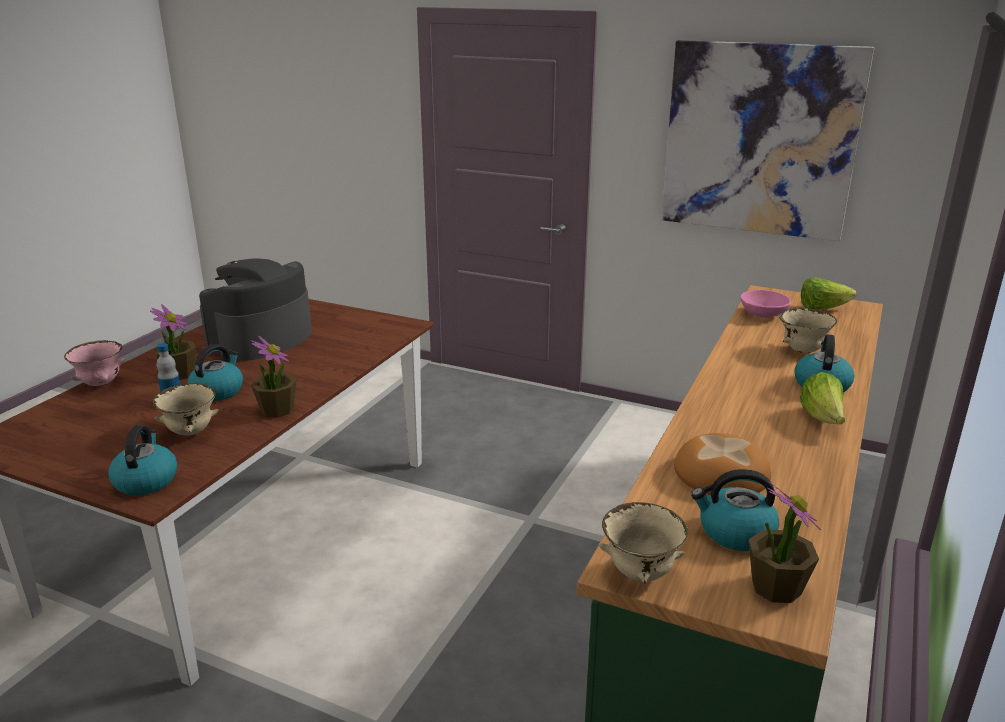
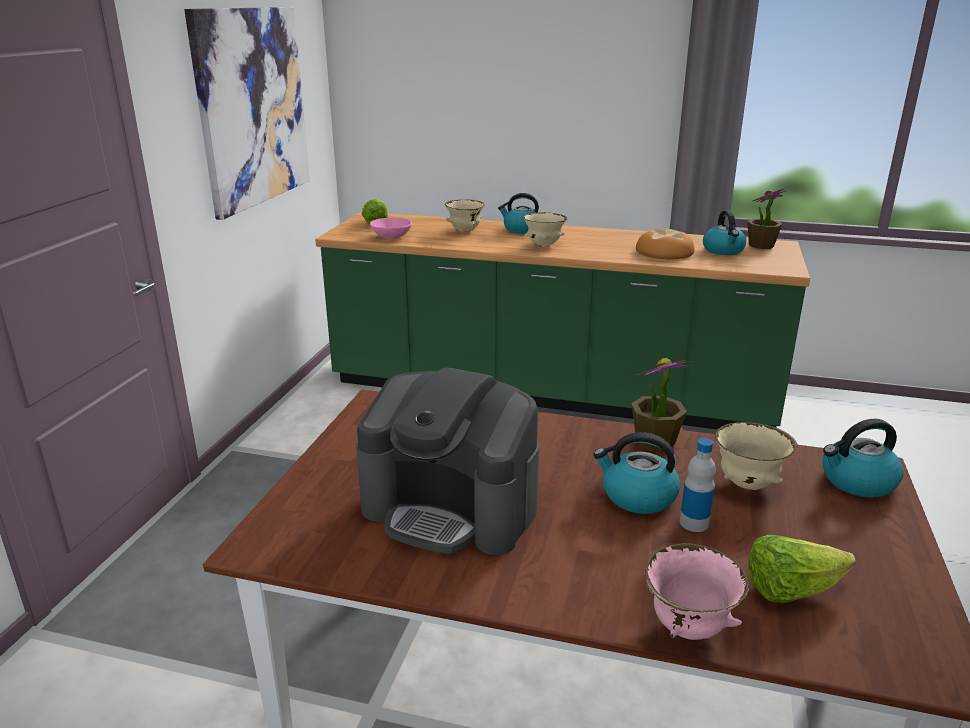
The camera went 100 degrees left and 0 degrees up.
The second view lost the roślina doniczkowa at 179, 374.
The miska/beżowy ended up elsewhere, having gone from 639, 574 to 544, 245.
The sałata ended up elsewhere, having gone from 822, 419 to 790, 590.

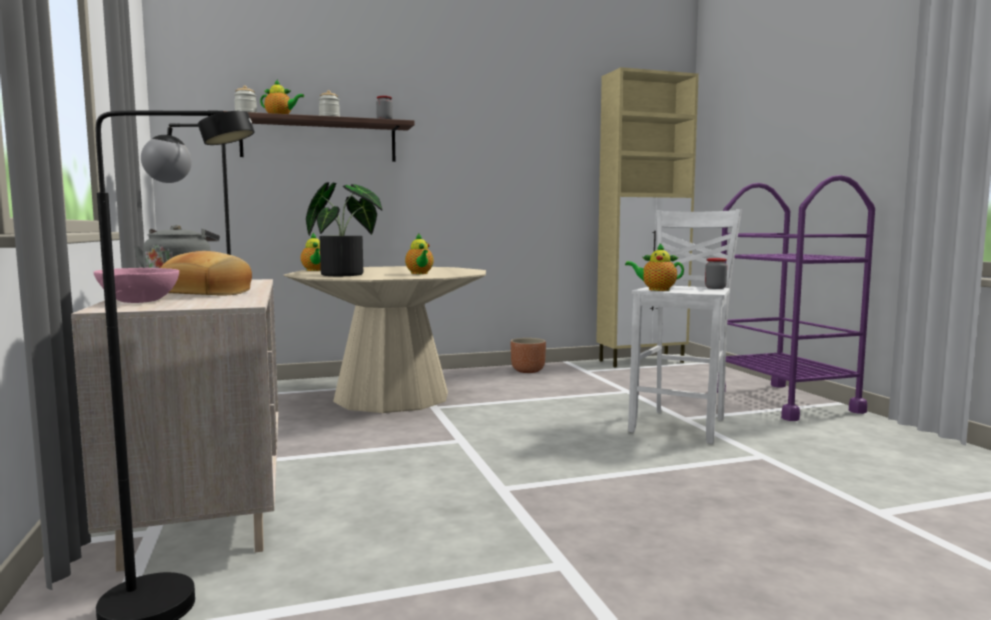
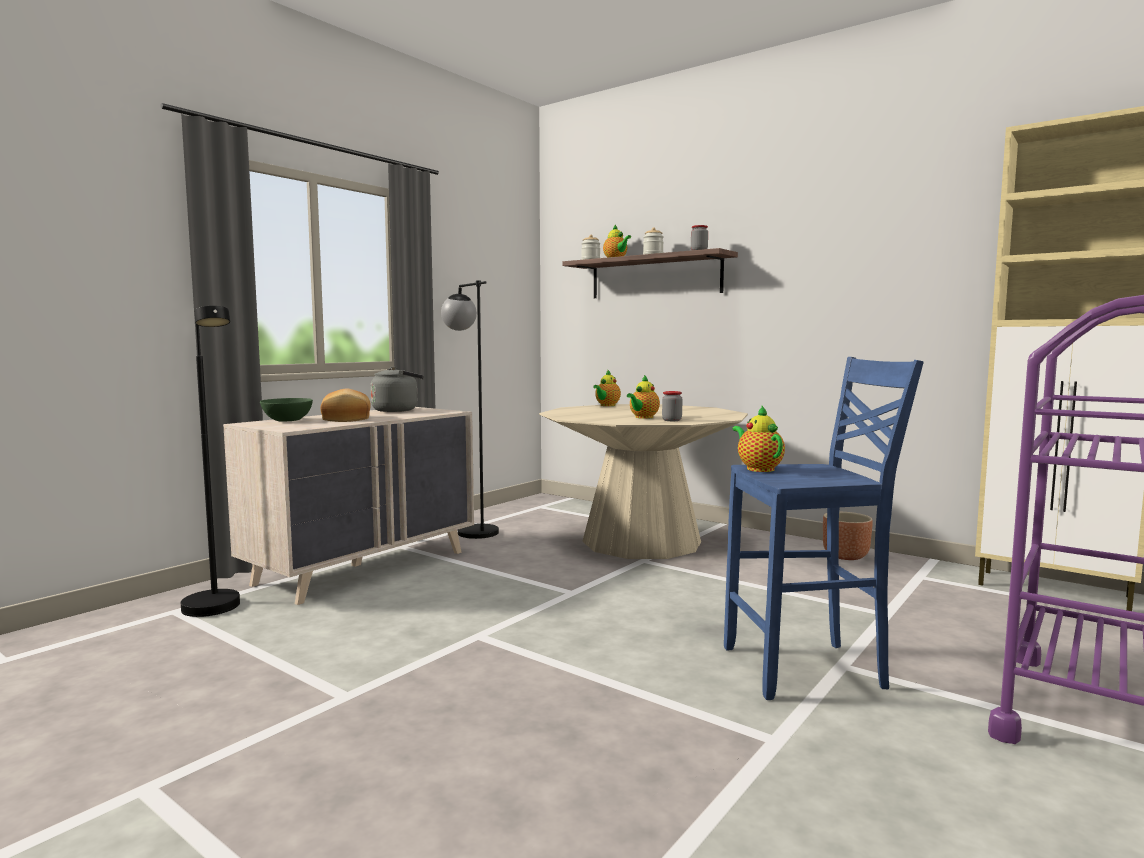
The camera went 55 degrees right and 0 degrees up.
What was the miska/różowy at 139, 301 turned into the miska/zielony at 287, 420.
The second view lost the roślina doniczkowa at 347, 274.
What was the stołek/biały at 681, 425 turned into the stołek/niebieski at 807, 669.
The słoik ended up elsewhere, having gone from 715, 288 to 671, 420.

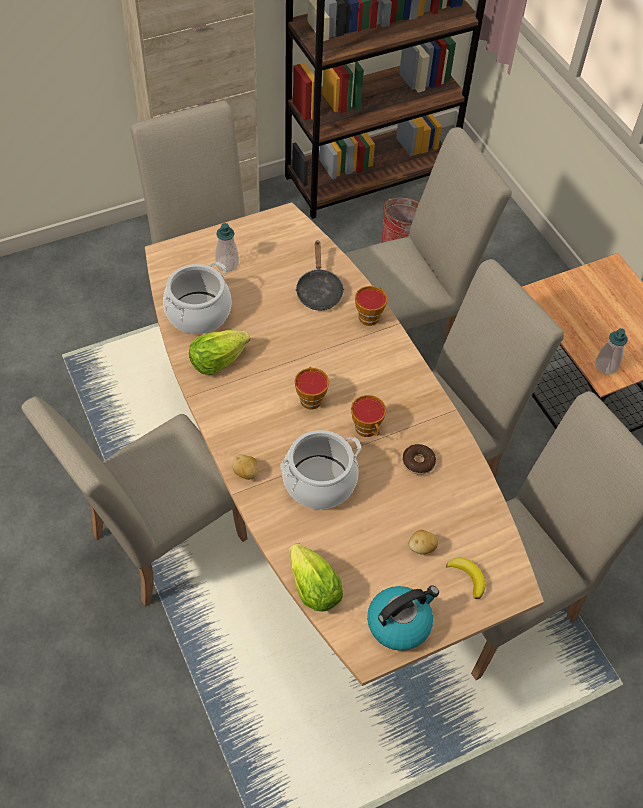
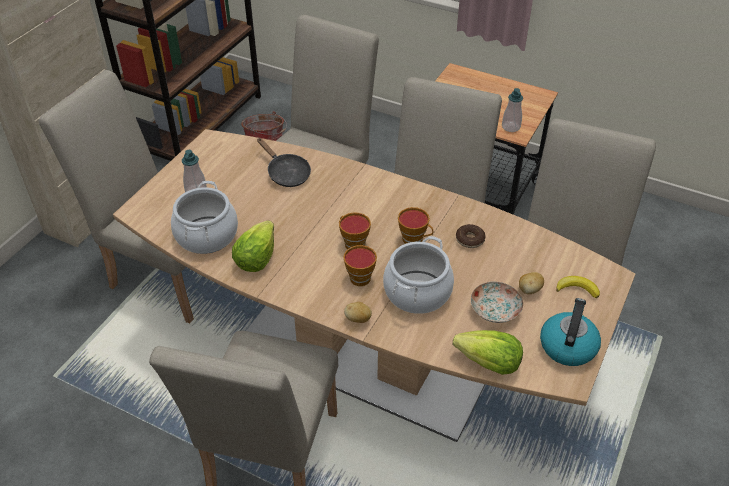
The camera went 35 degrees left and 10 degrees down.
The filiżanka ended up elsewhere, having gone from 370, 315 to 359, 276.
The second view gained the talerz at 495, 310.

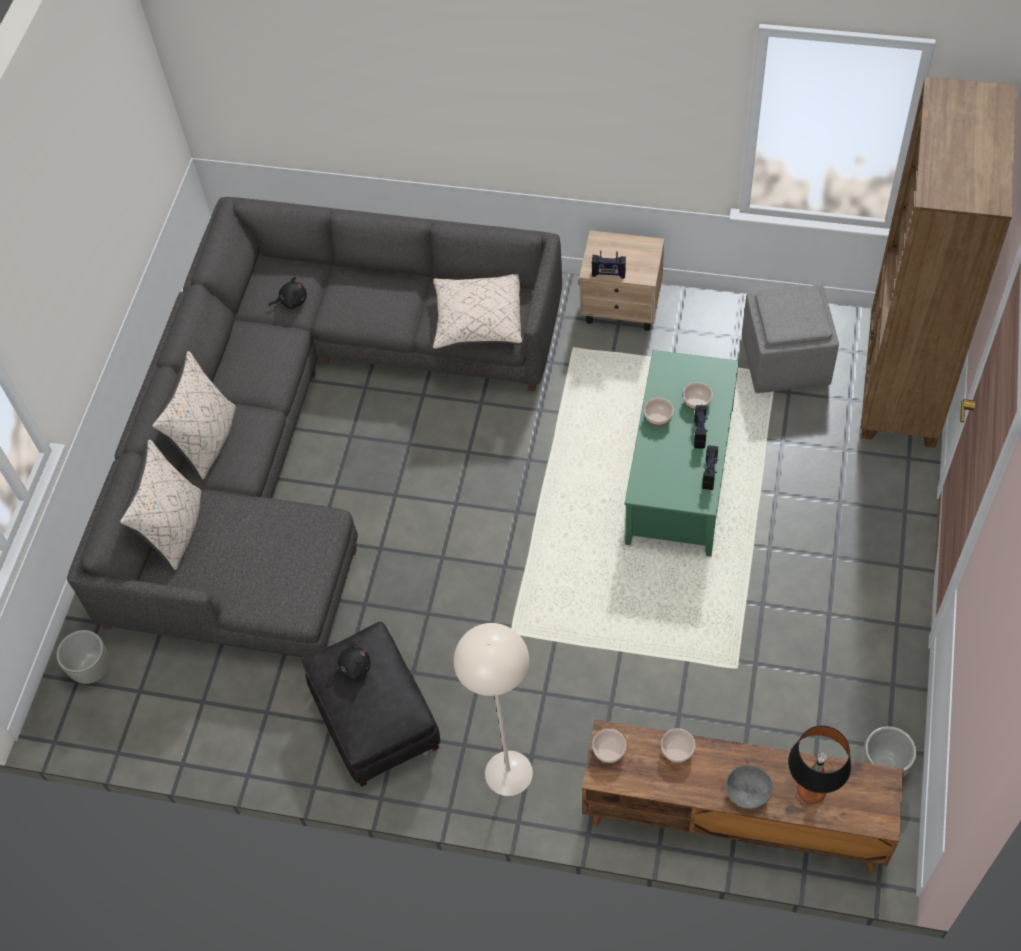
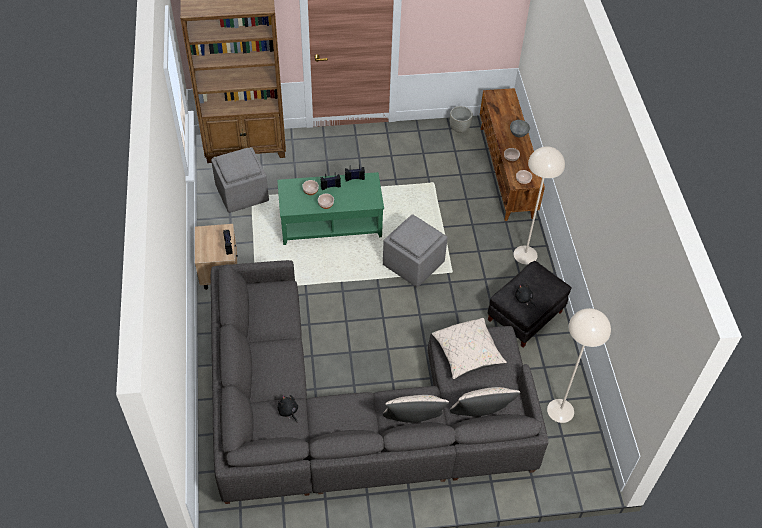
The camera went 115 degrees left and 5 degrees down.
The second view lost the donica/szary at 92, 669.
The poduszka/beżowy ended up elsewhere, having gone from 478, 322 to 467, 354.
The second view lost the lampa stołowa at 810, 790.
The second view gained the pufa/szary at 414, 263.
The second view gained the lampa stojąca/beżowy at 560, 411.

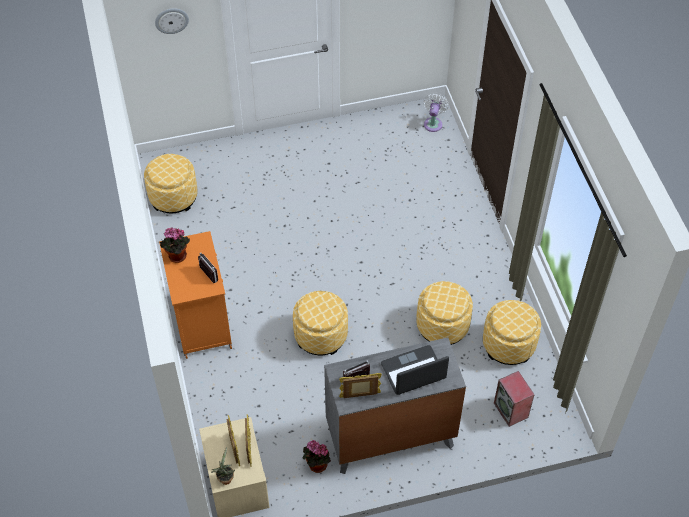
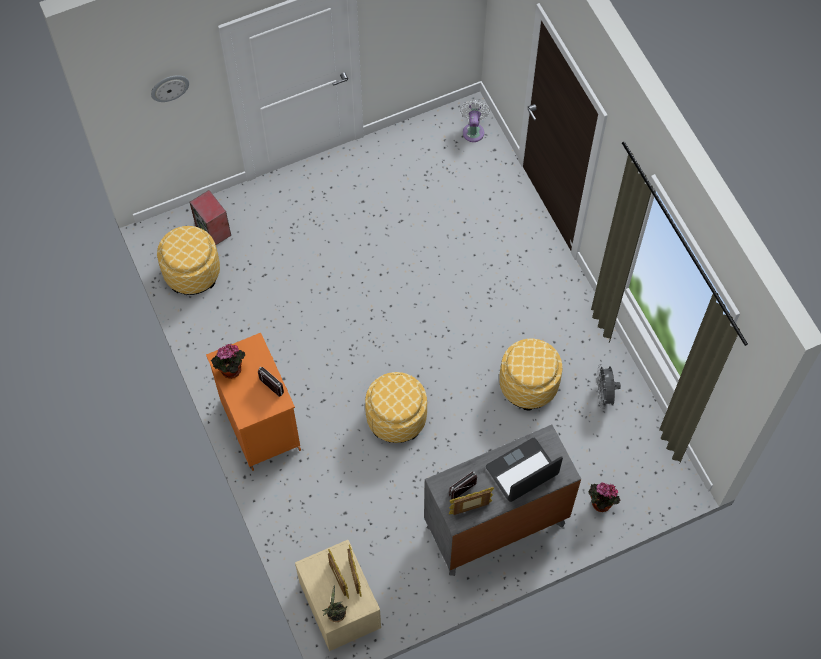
The camera went 10 degrees left and 10 degrees up.
The roślina doniczkowa ended up elsewhere, having gone from 316, 465 to 600, 504.
Where the pufa stood at 508, 344, the wentylator/szary came to stand at 604, 395.
The głośnik ended up elsewhere, having gone from 511, 410 to 214, 231.

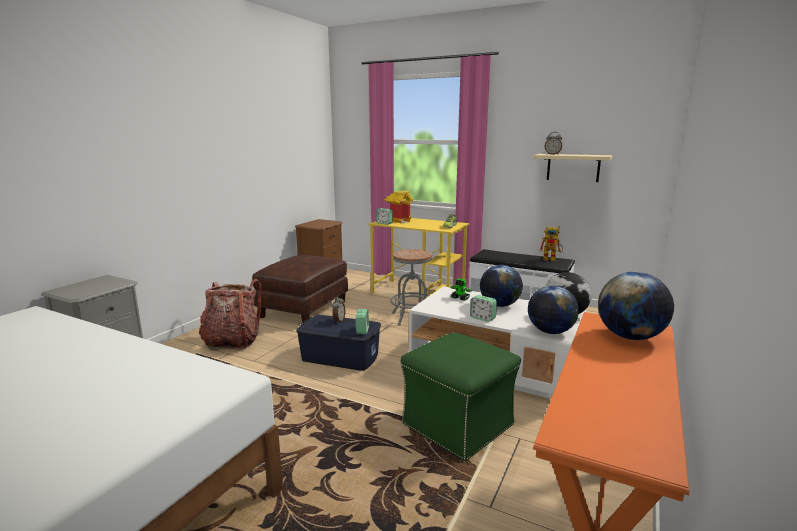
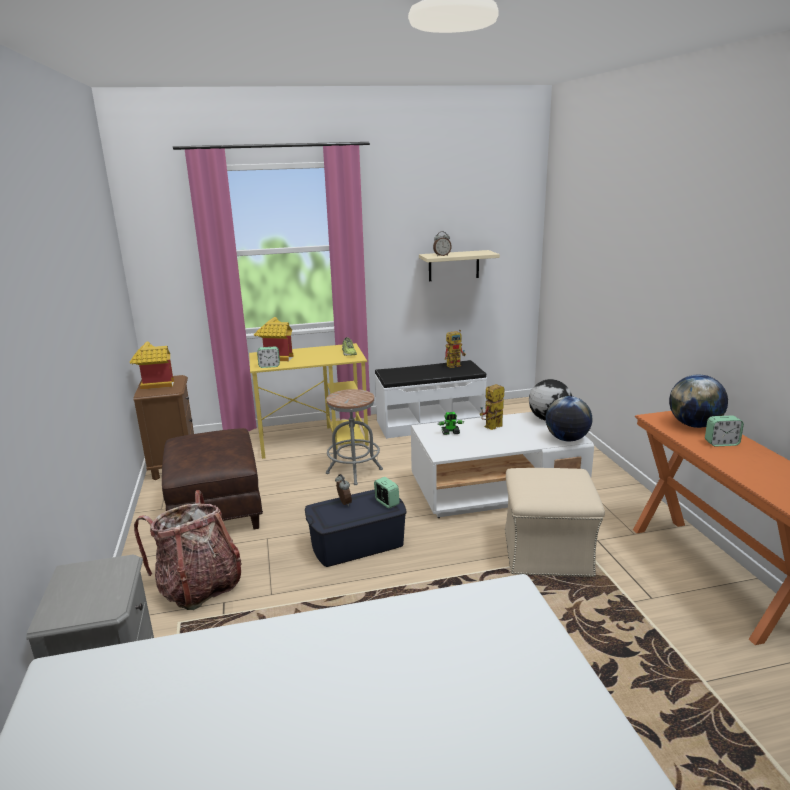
The camera went 40 degrees left and 5 degrees up.
What was the pufa/zielony at 458, 425 turned into the pufa/beżowy at 548, 552.
The budzik ended up elsewhere, having gone from 482, 318 to 721, 443.
Where the globus stood at 499, 305, the robot zabawkowy came to stand at 491, 428.
The second view gained the domek at 153, 384.

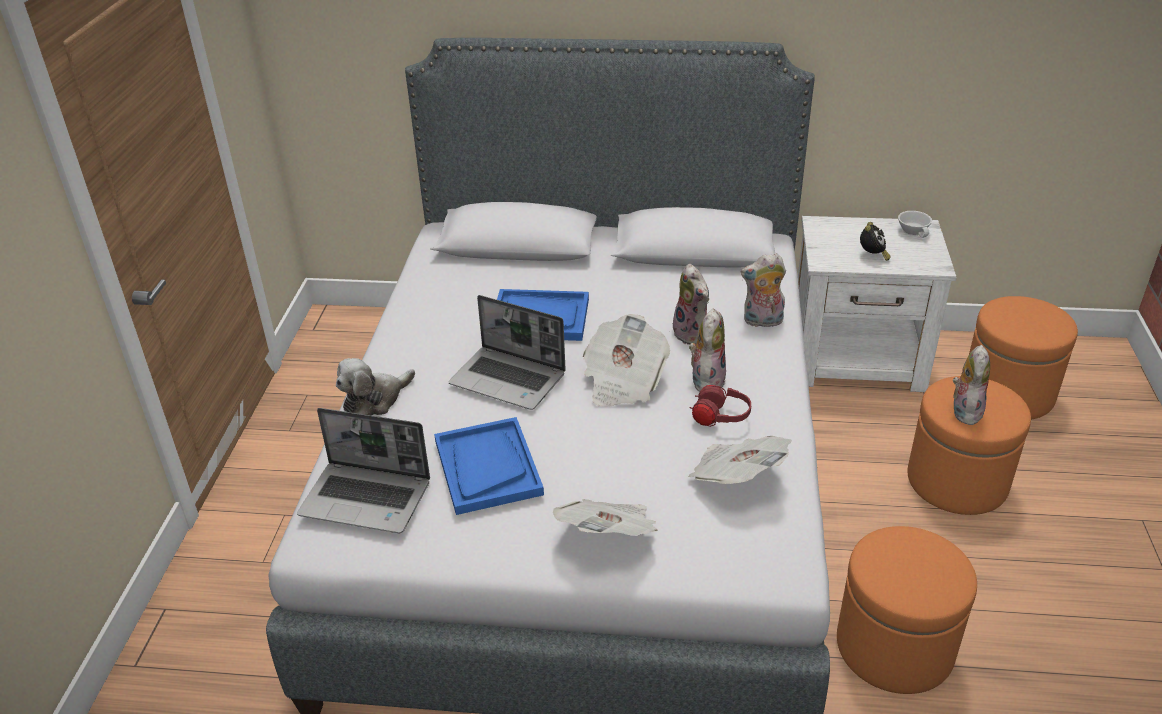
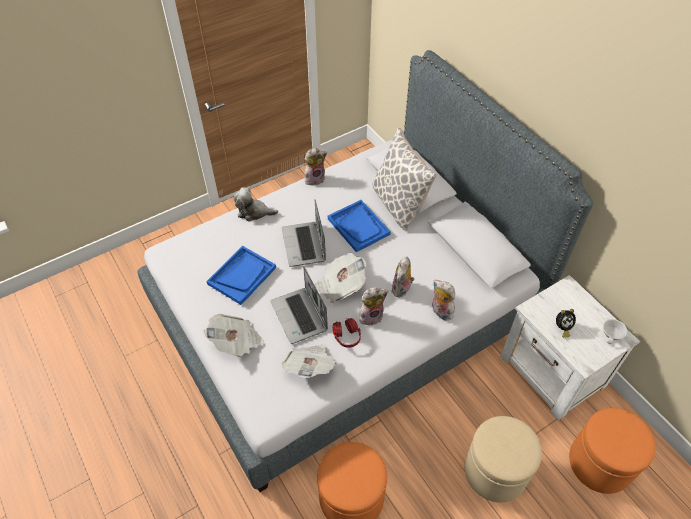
The camera went 50 degrees right and 15 degrees up.
The laptop ended up elsewhere, having gone from 367, 498 to 300, 316.
What was the pufa/pomarańczowy at 957, 481 turned into the pufa/beżowy at 495, 471.
The pluszak ended up elsewhere, having gone from 964, 410 to 315, 178.
The second view gained the poduszka at 398, 203.

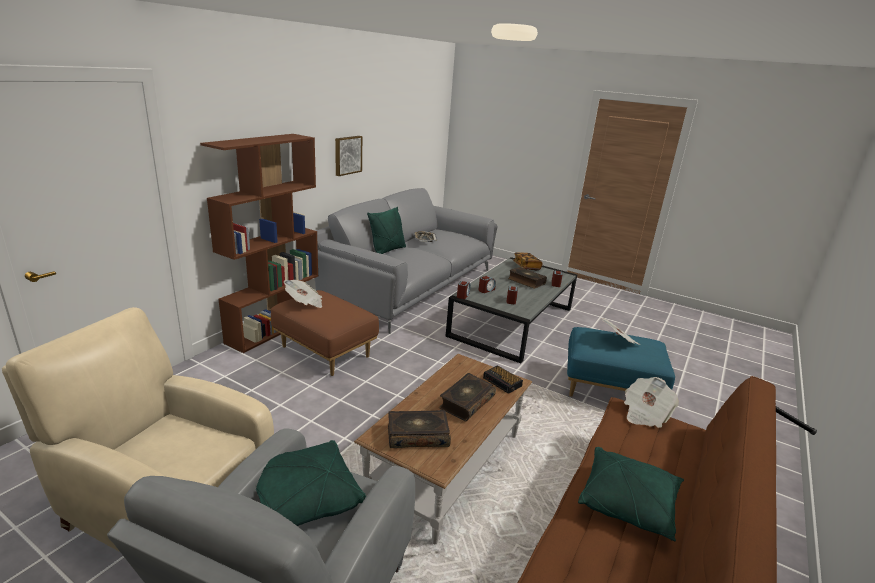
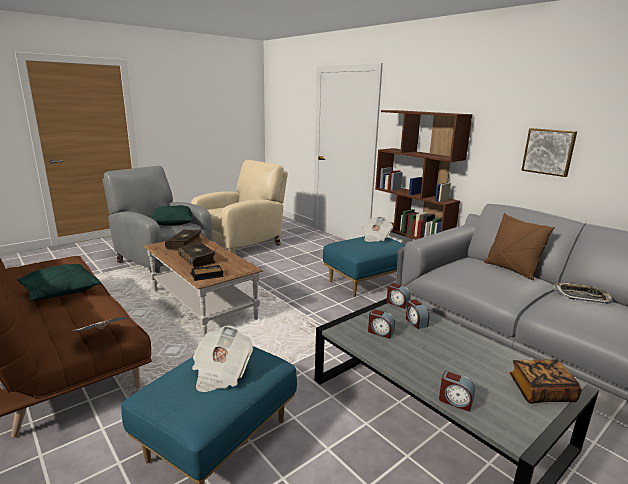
The camera went 110 degrees right and 5 degrees down.
What was the pufa/brązowy at 324, 352 turned into the pufa/niebieski at 366, 282.
What was the poduszka/zielony at 387, 250 turned into the poduszka/brązowy at 511, 270.
The second view lost the książka at 526, 282.

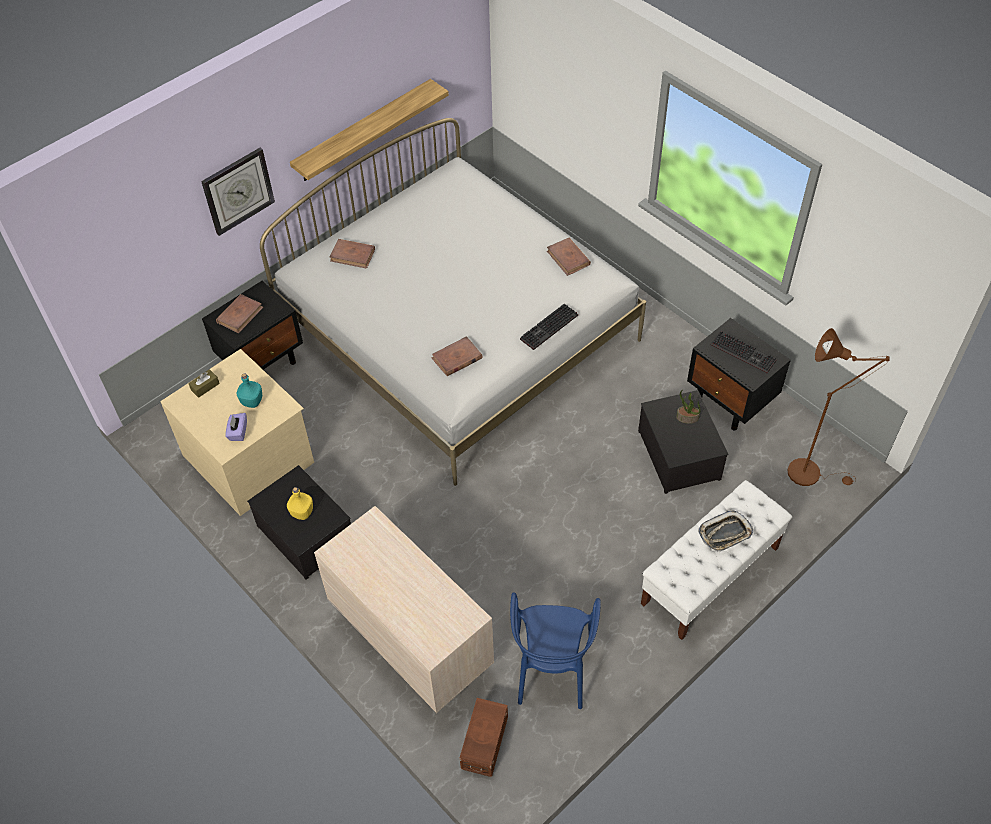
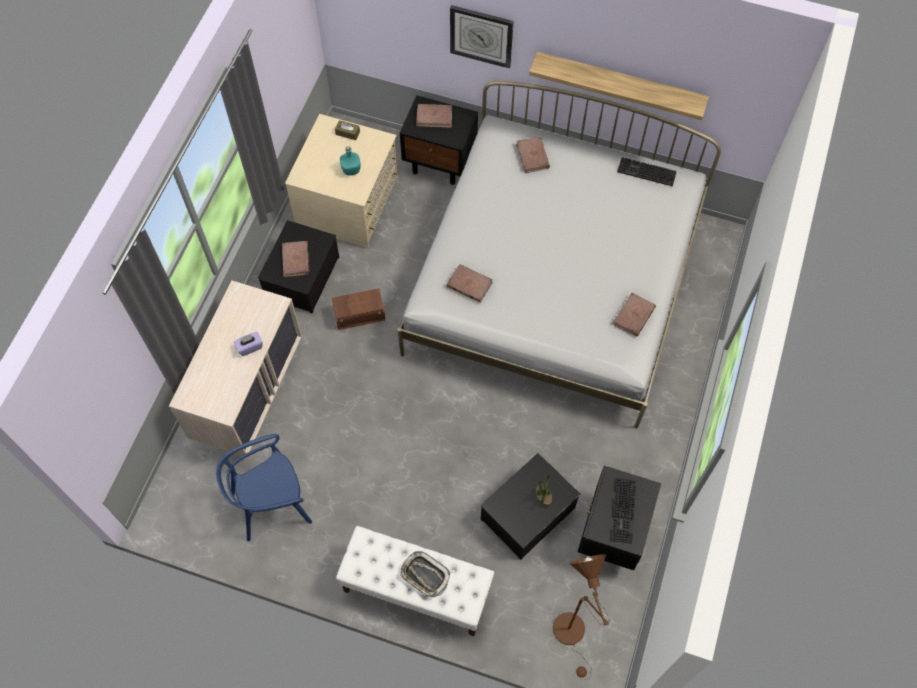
The camera went 60 degrees right and 10 degrees up.
The pudełko chusteczek/fioletowy ended up elsewhere, having gone from 238, 432 to 250, 347.
Where the butelka/żółty stood at 302, 512, the książka/brązowy came to stand at 296, 260.
The pojemnik do przechowywania/brązowy ended up elsewhere, having gone from 483, 743 to 358, 314.
The klawiatura ended up elsewhere, having gone from 549, 329 to 645, 173.

